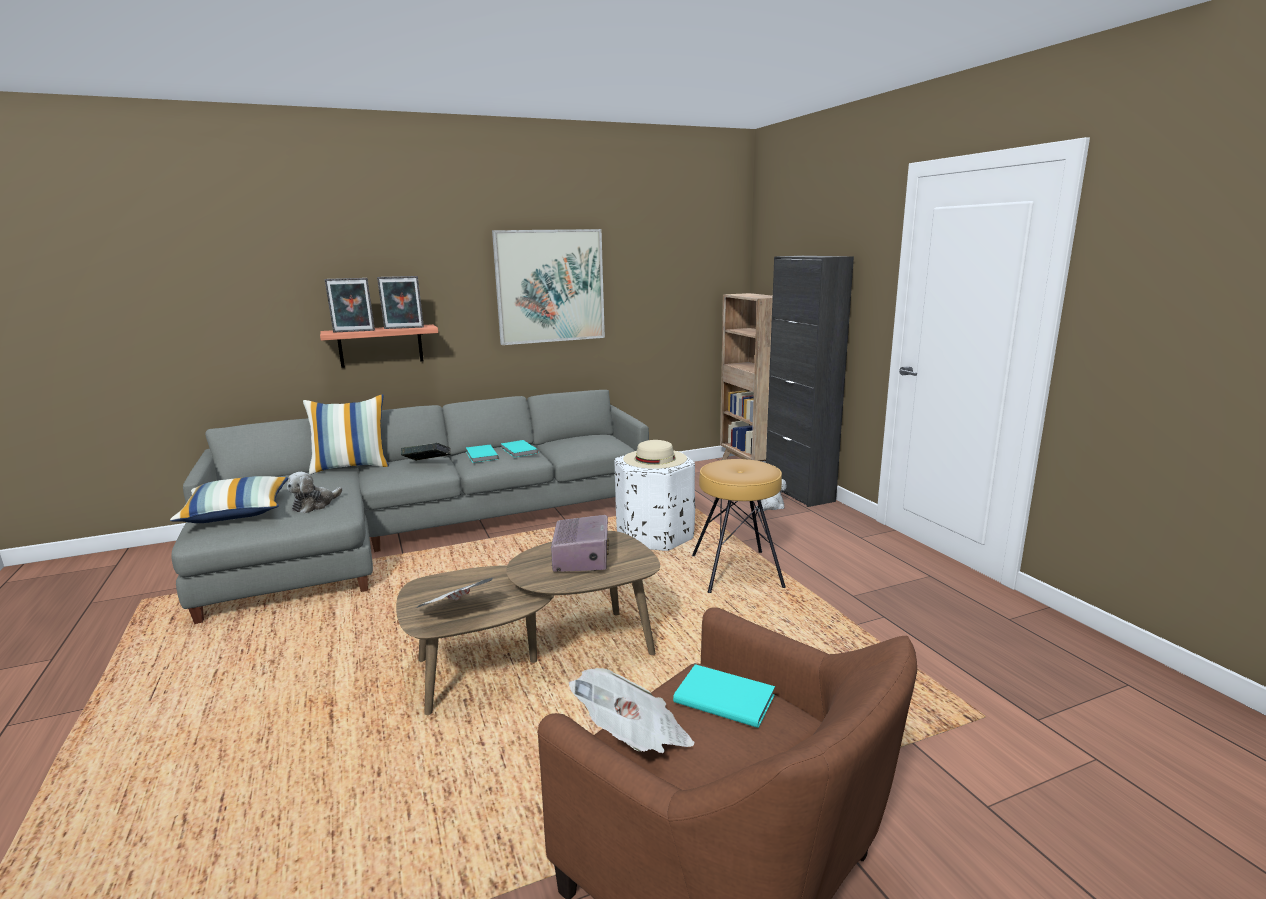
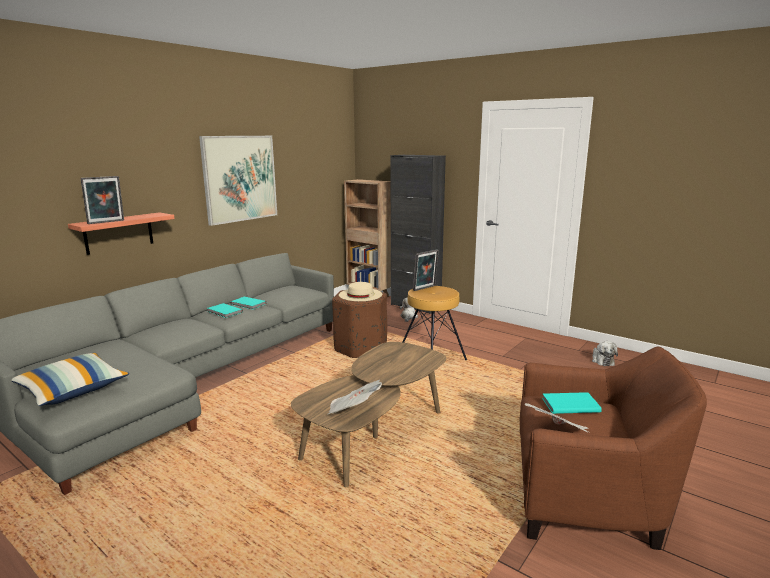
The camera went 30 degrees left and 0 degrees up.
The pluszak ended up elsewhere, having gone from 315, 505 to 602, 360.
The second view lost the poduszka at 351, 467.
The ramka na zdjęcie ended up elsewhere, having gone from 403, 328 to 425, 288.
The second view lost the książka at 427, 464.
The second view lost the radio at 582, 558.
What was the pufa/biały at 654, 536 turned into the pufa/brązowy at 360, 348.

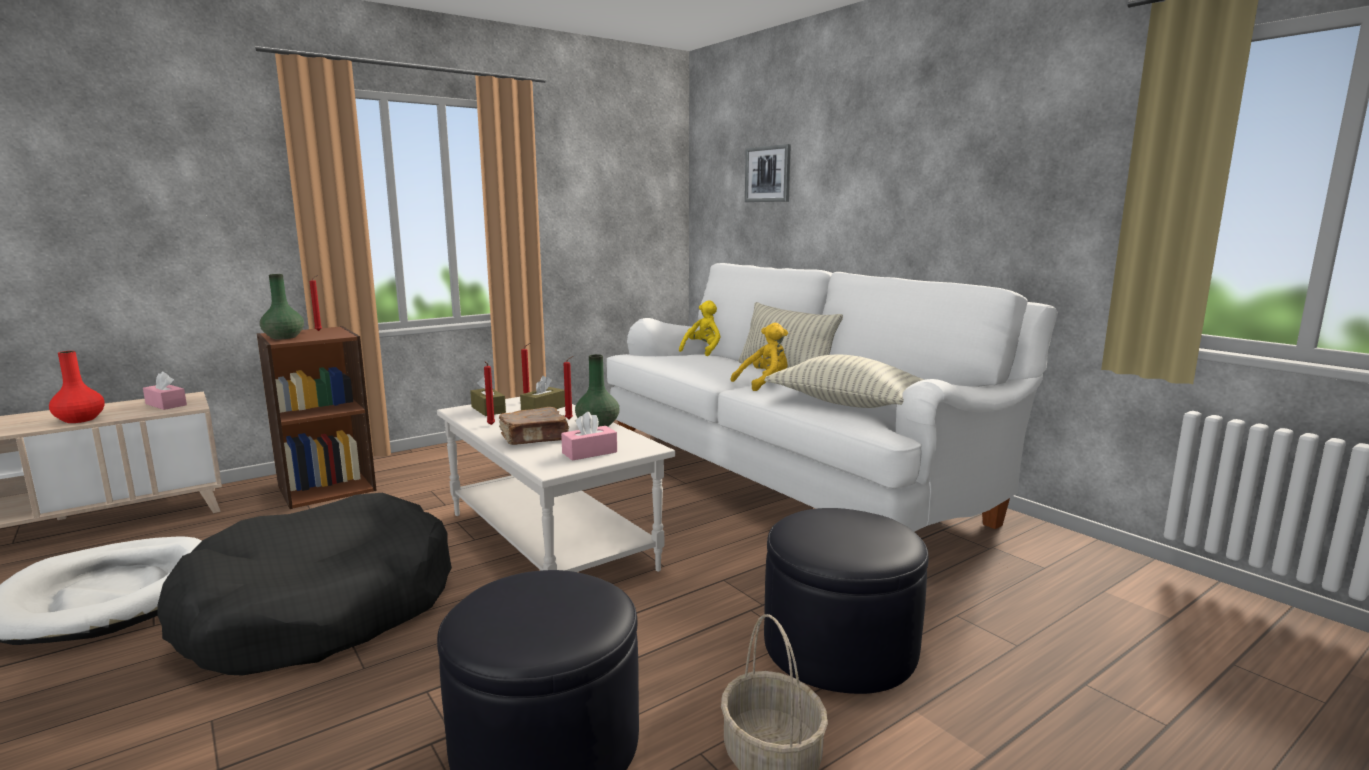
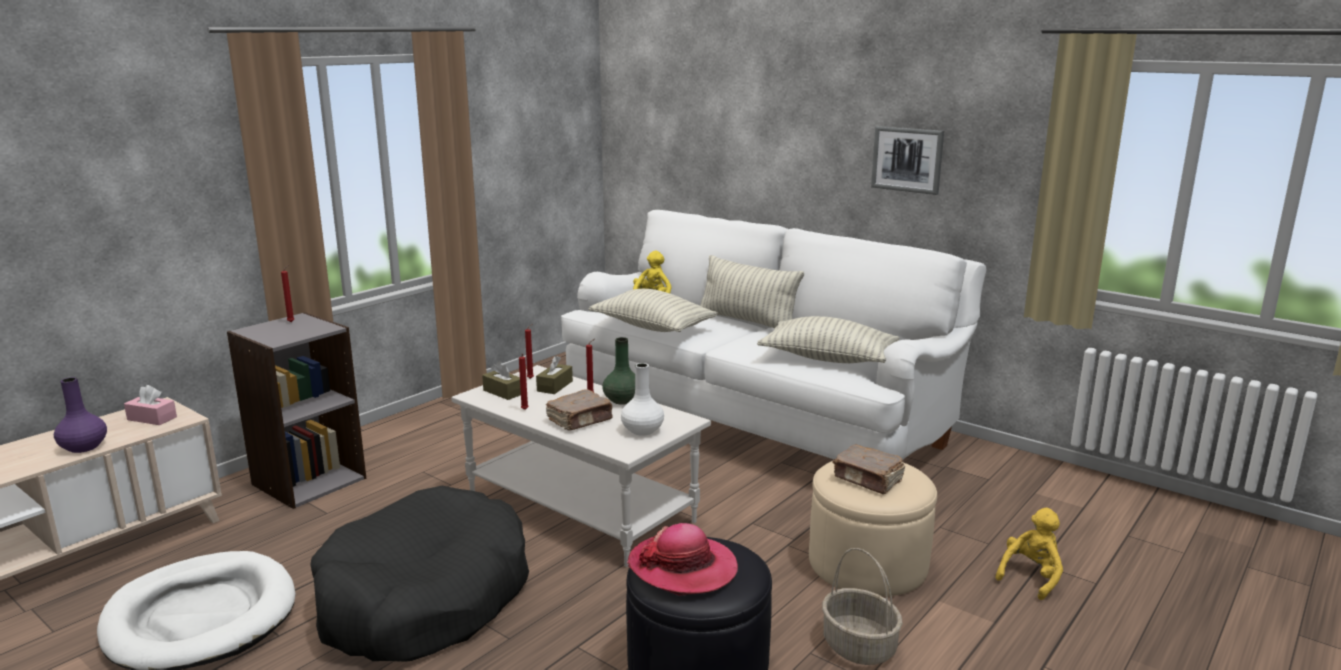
The camera went 15 degrees left and 5 degrees up.
What was the wazon/czerwony at 80, 419 turned into the wazon/fioletowy at 83, 447.
What was the regał/brązowy at 326, 487 turned into the regał/szary at 308, 481.
The second view lost the wazon/zielony at 283, 337.
Where the pudełko chusteczek/różowy stood at 589, 452, the wazon/biały came to stand at 642, 431.
The pluszak/żółty ended up elsewhere, having gone from 764, 384 to 1031, 577.
The obraz ended up elsewhere, having gone from 768, 174 to 907, 159.
What was the pufa/czarny at 840, 647 turned into the pufa/beżowy at 868, 563.
The second view gained the poduszka at 652, 327.
The second view gained the kapelusz at 683, 568.
The second view gained the książka/brązowy at 868, 480.

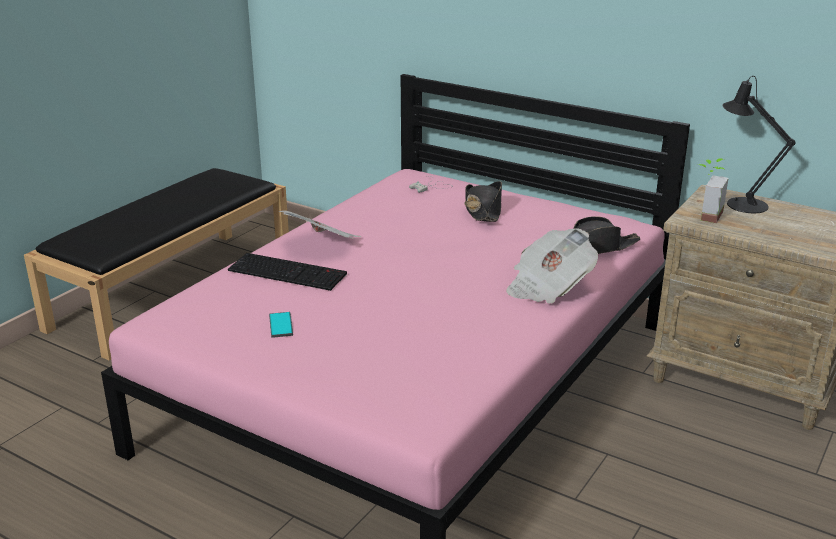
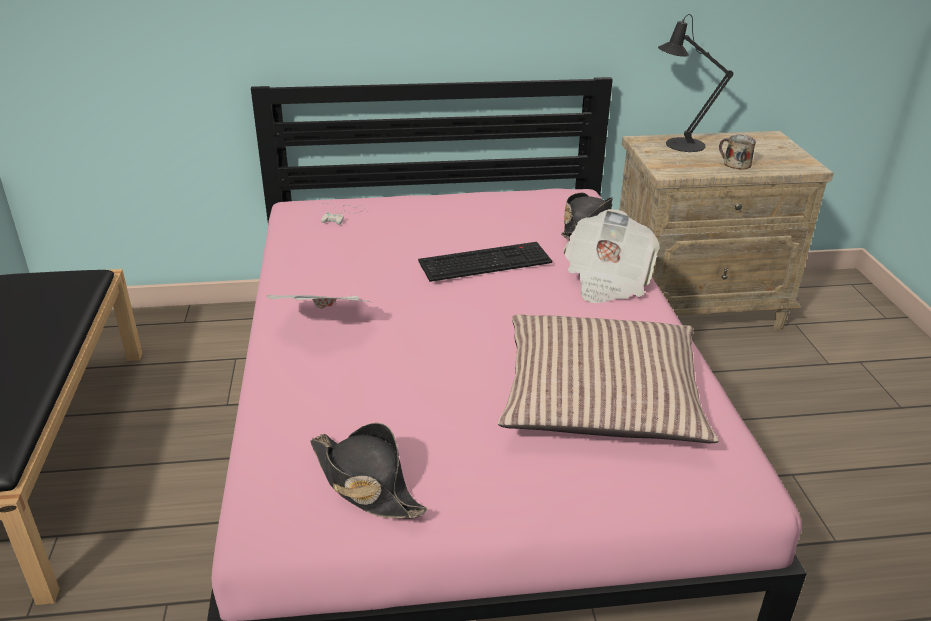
The camera went 40 degrees left and 5 degrees up.
The klawiatura ended up elsewhere, having gone from 289, 272 to 486, 261.
The second view lost the telefon at 281, 325.
The kapelusz/czarny ended up elsewhere, having gone from 483, 210 to 365, 483.
The second view lost the roślina doniczkowa at 705, 214.
The second view gained the poduszka at 600, 397.
The second view gained the kubek at 735, 163.

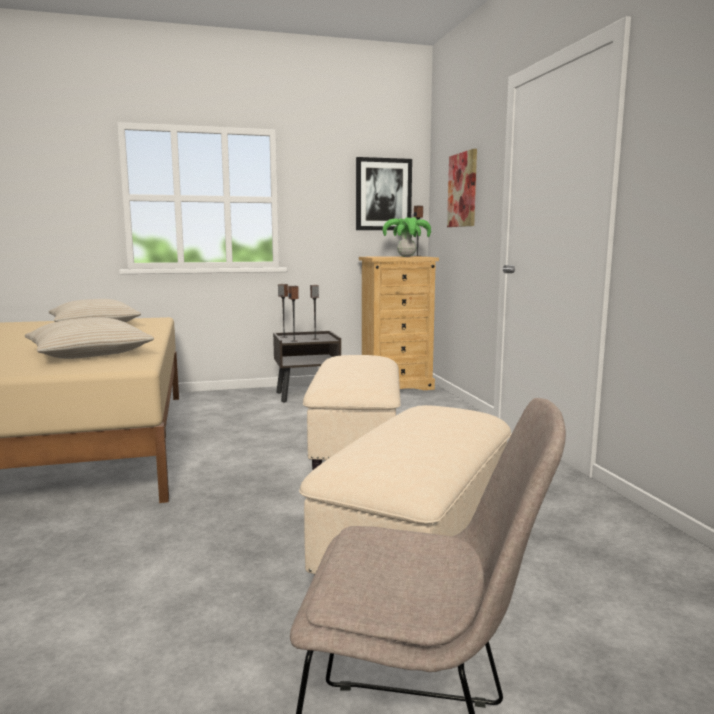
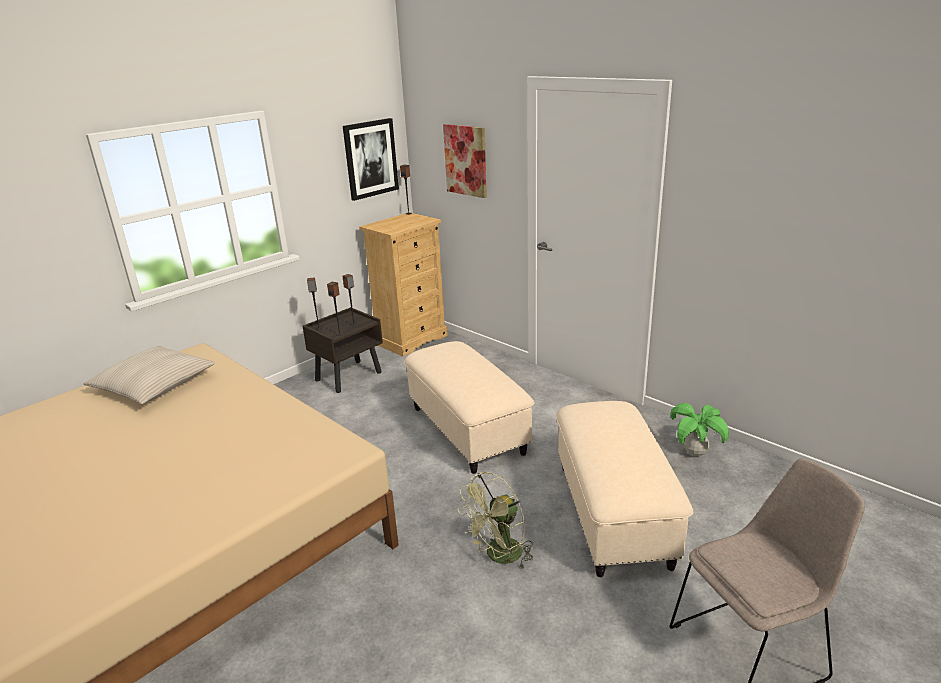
The camera went 30 degrees left and 15 degrees up.
The second view lost the poduszka/beżowy at 89, 353.
The roślina doniczkowa ended up elsewhere, having gone from 406, 256 to 695, 453.
The second view gained the wentylator/zielony at 499, 556.

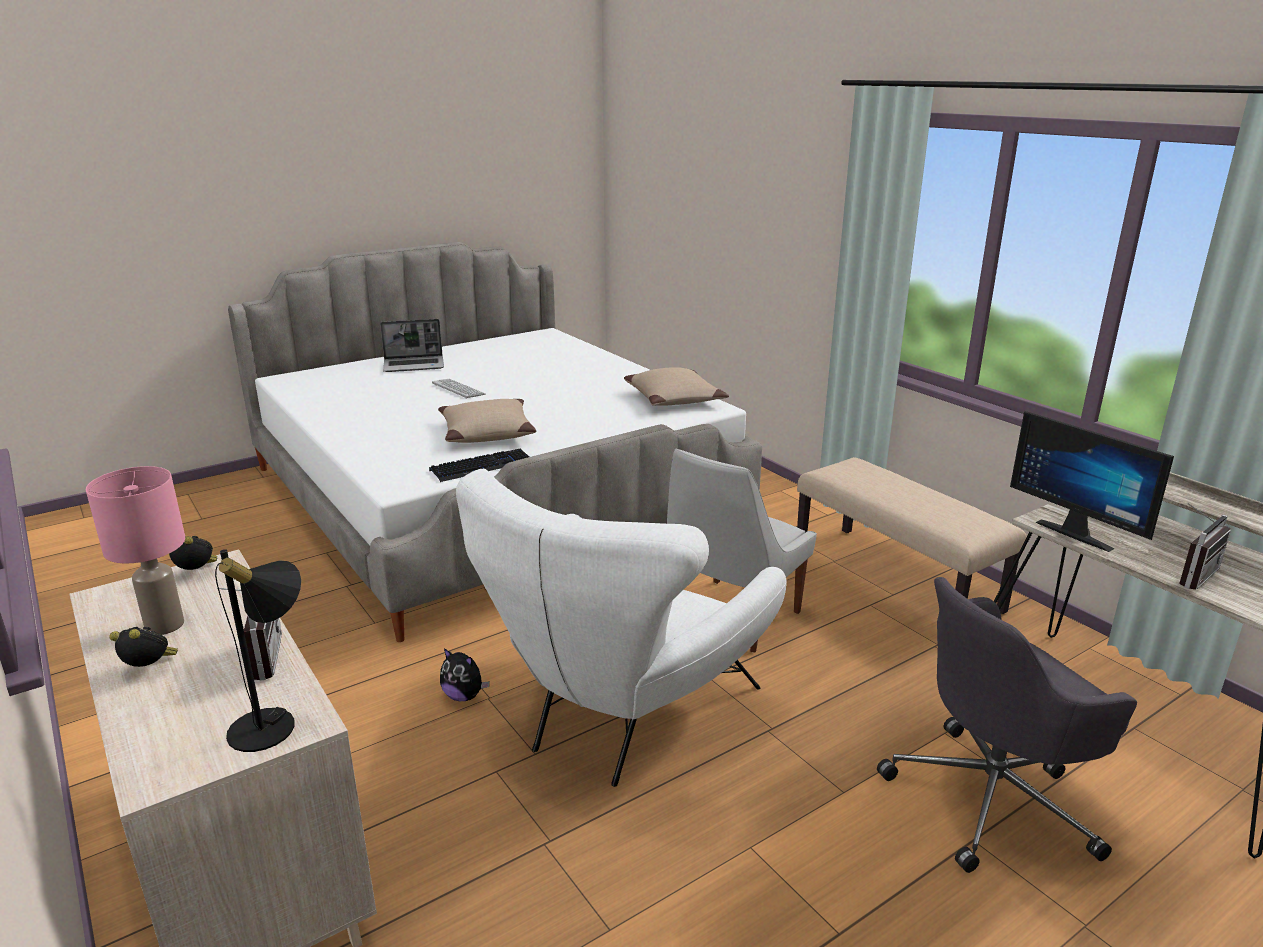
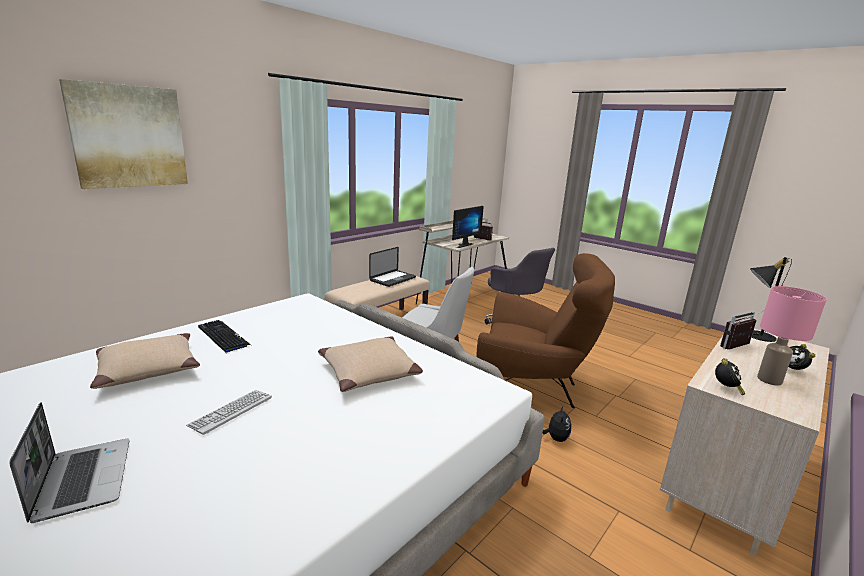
The camera went 105 degrees left and 5 degrees down.
The budzik at 197, 572 ended up facing another way, 135 degrees counterclockwise from before.
The klawiatura ended up elsewhere, having gone from 481, 466 to 223, 336.
What was the fotel/biały at 620, 717 turned into the fotel/brązowy at 532, 387.
The poduszka/beżowy ended up elsewhere, having gone from 674, 399 to 148, 369.
The second view gained the obraz at 129, 137.
The second view gained the laptop at 393, 279.

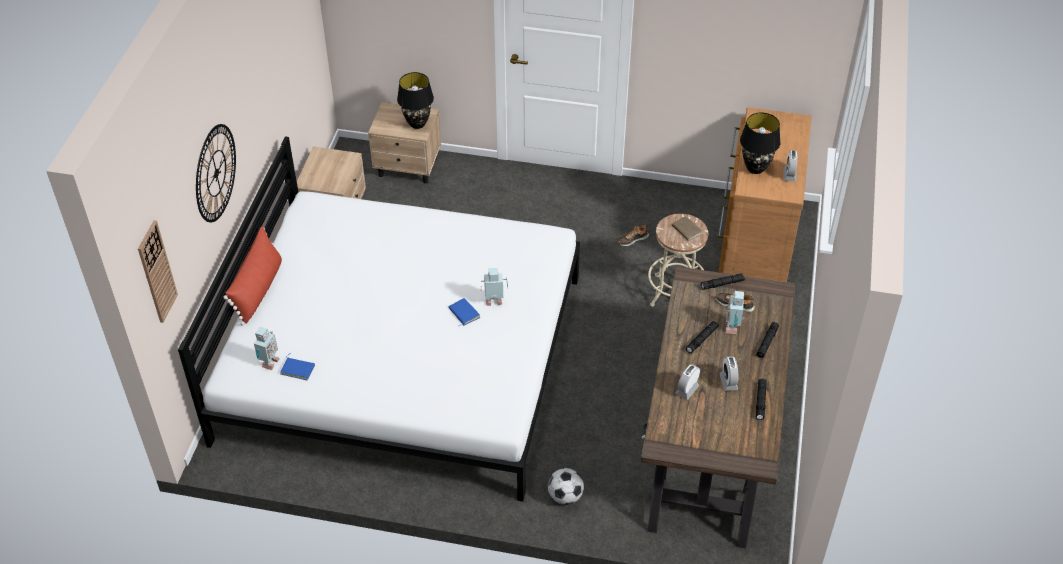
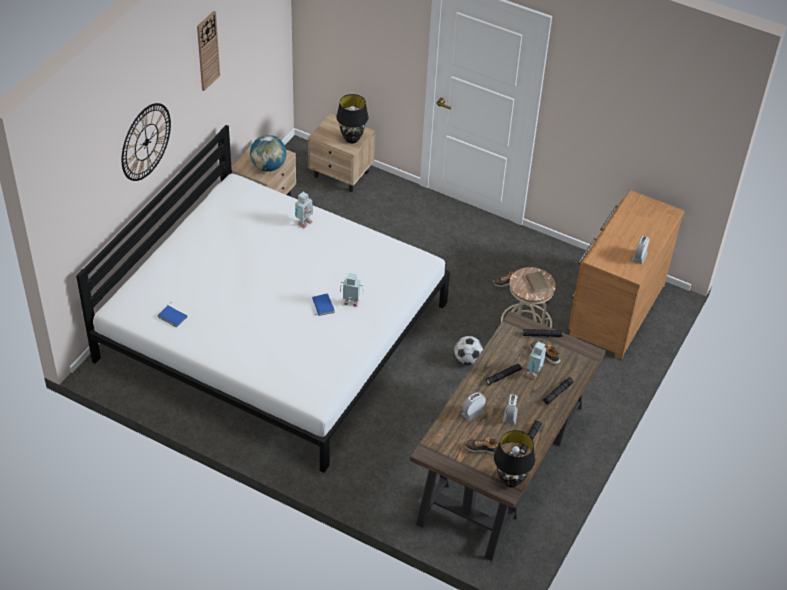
The camera went 15 degrees right and 0 degrees up.
The zegar ścienny ended up elsewhere, having gone from 157, 272 to 207, 51.
The second view lost the poduszka/czerwony at 258, 289.
The robot zabawkowy ended up elsewhere, having gone from 269, 363 to 303, 223.
The piłka futbolowa ended up elsewhere, having gone from 565, 496 to 467, 359.
The lampa stołowa/czarny ended up elsewhere, having gone from 755, 169 to 510, 481.
The second view gained the globus at 268, 167.
The second view gained the but at 483, 448.

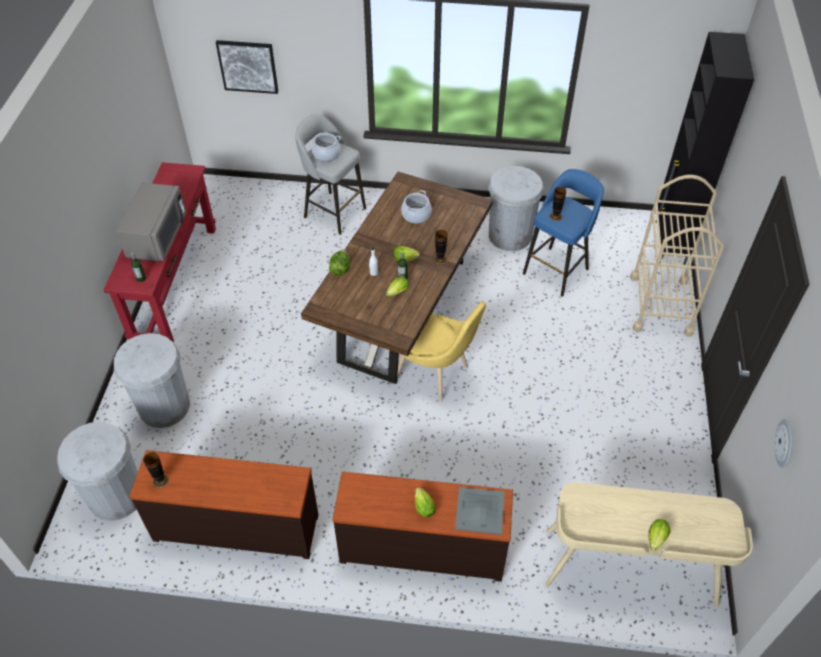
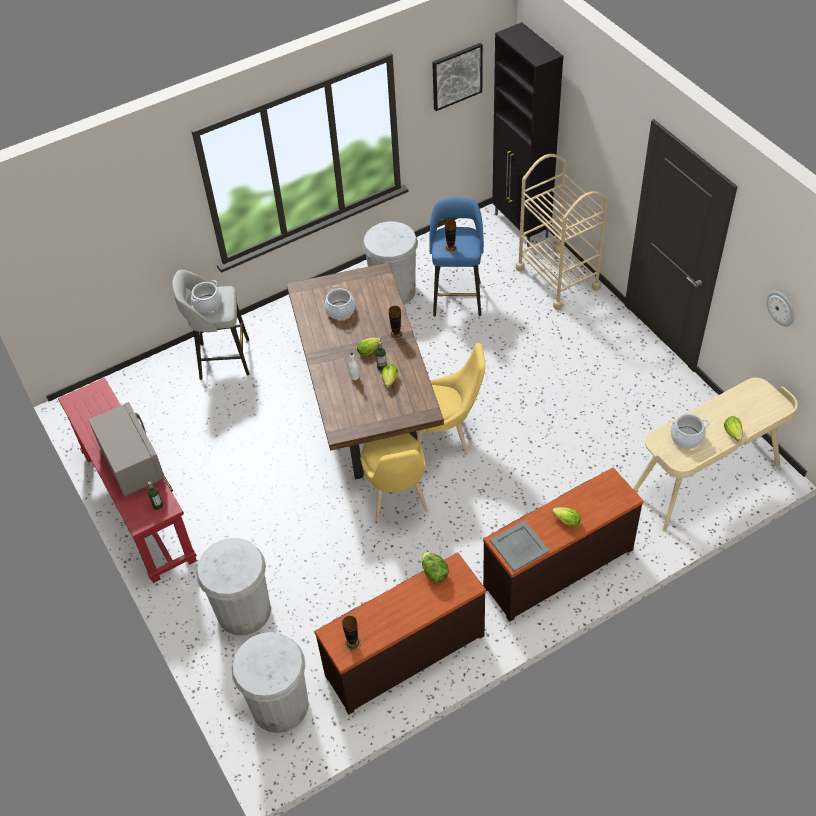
The camera went 35 degrees left and 0 degrees up.
The obraz ended up elsewhere, having gone from 248, 66 to 456, 76.
The sałata ended up elsewhere, having gone from 340, 269 to 434, 572.
The taca/szary ended up elsewhere, having gone from 480, 510 to 519, 545.
The second view gained the krzesło/żółty at 397, 498.
The second view gained the garnek at 686, 438.

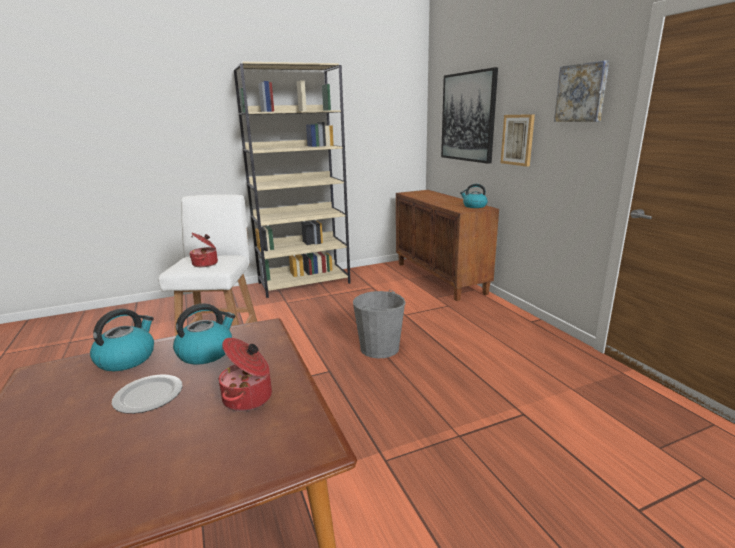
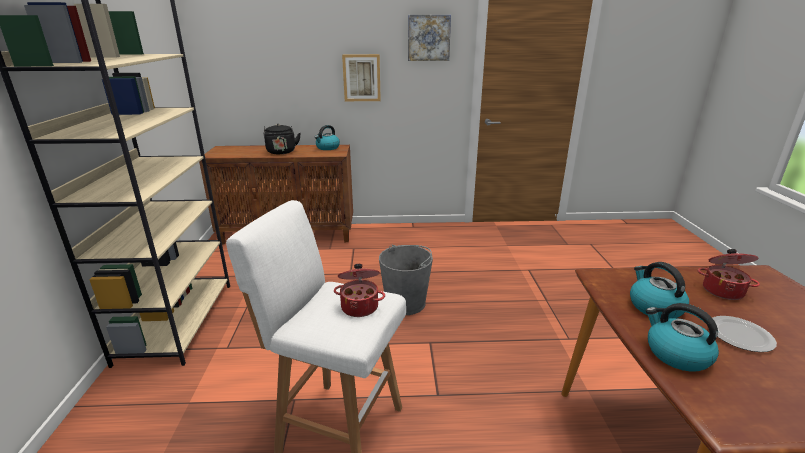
The camera went 70 degrees left and 5 degrees up.
The second view lost the obraz at 468, 117.
The second view gained the czajnik/czarny at 281, 152.

